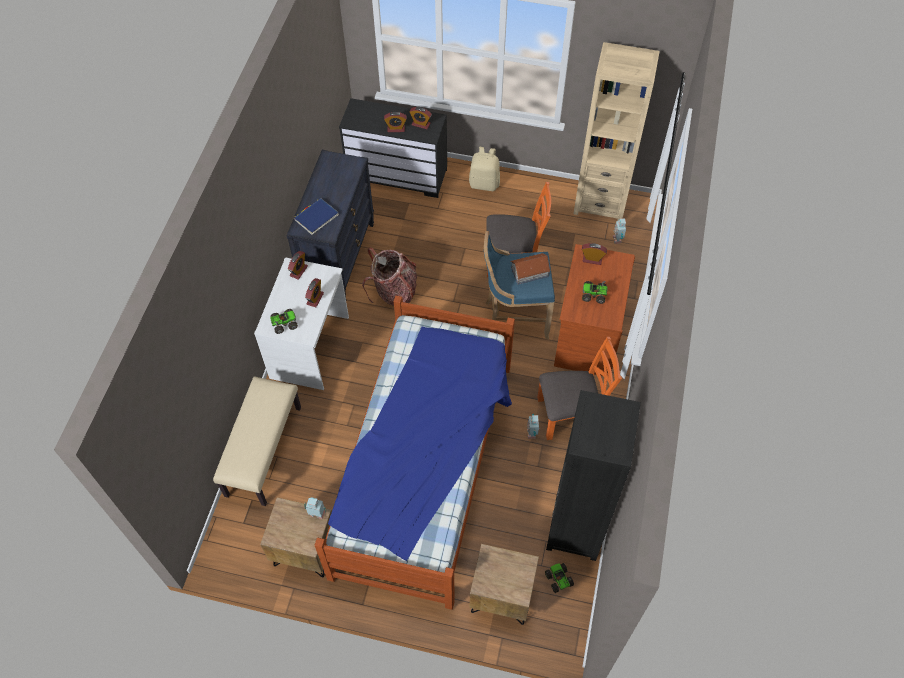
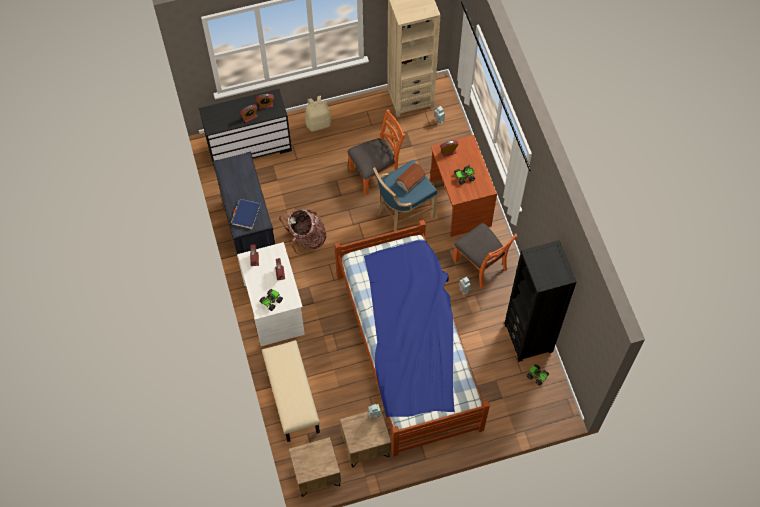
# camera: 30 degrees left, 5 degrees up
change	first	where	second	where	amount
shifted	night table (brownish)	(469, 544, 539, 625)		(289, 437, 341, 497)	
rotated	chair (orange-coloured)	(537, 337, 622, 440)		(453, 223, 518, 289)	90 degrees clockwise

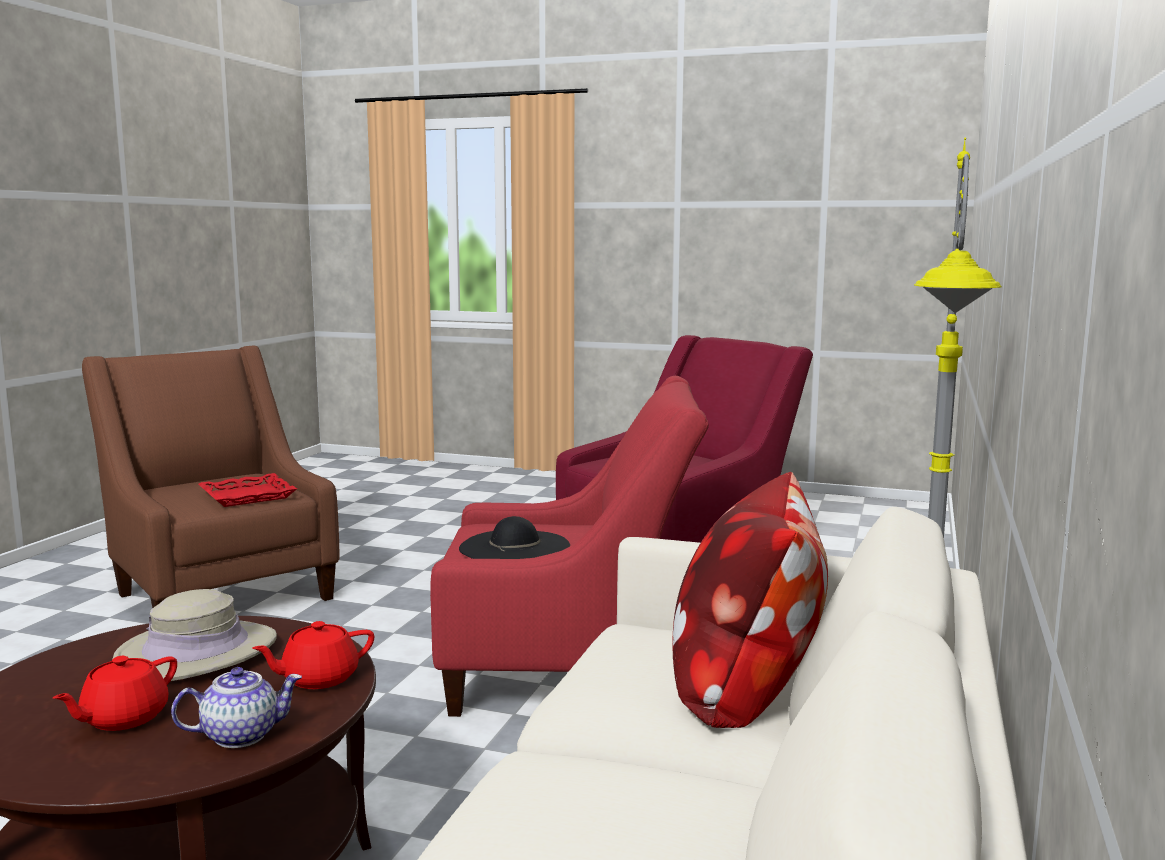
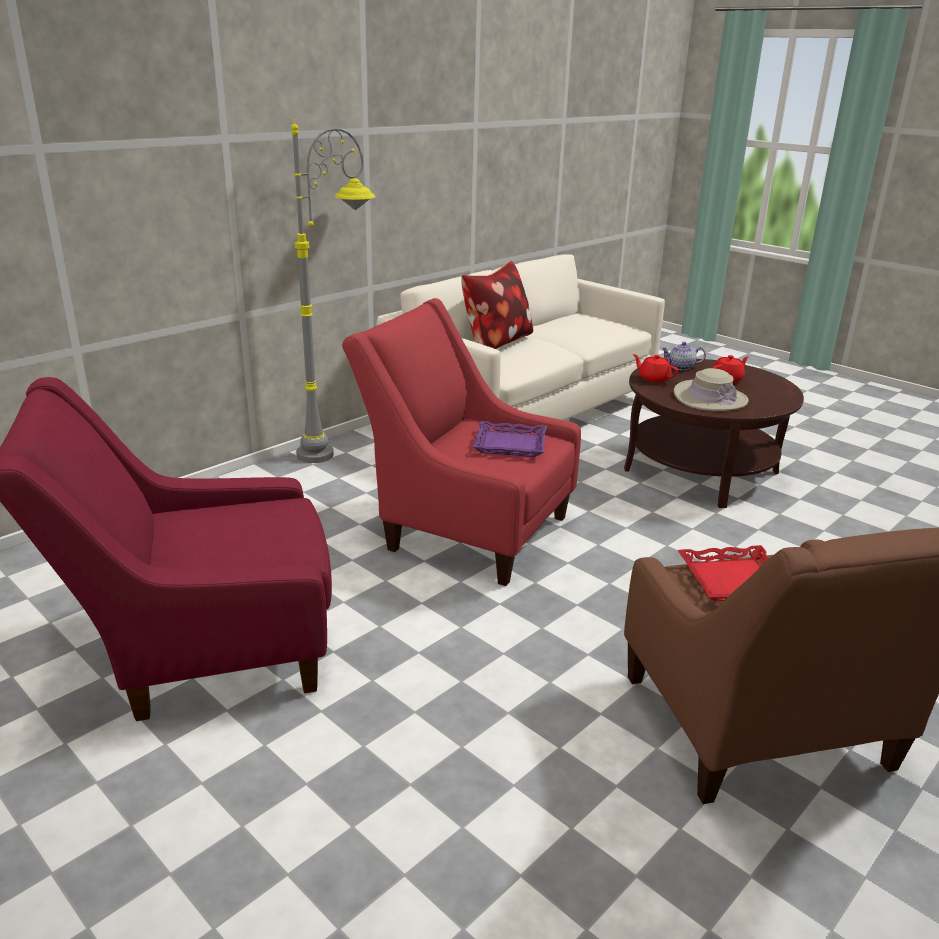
# camera: 155 degrees left, 15 degrees up
change	first	where	second	where	amount
swapped	wearable hat (blackish)	(459, 516, 570, 559)	tray (purple)	(472, 421, 547, 457)	
rotated	tea pot (red)	(252, 621, 375, 689)		(633, 354, 678, 383)	135 degrees counterclockwise

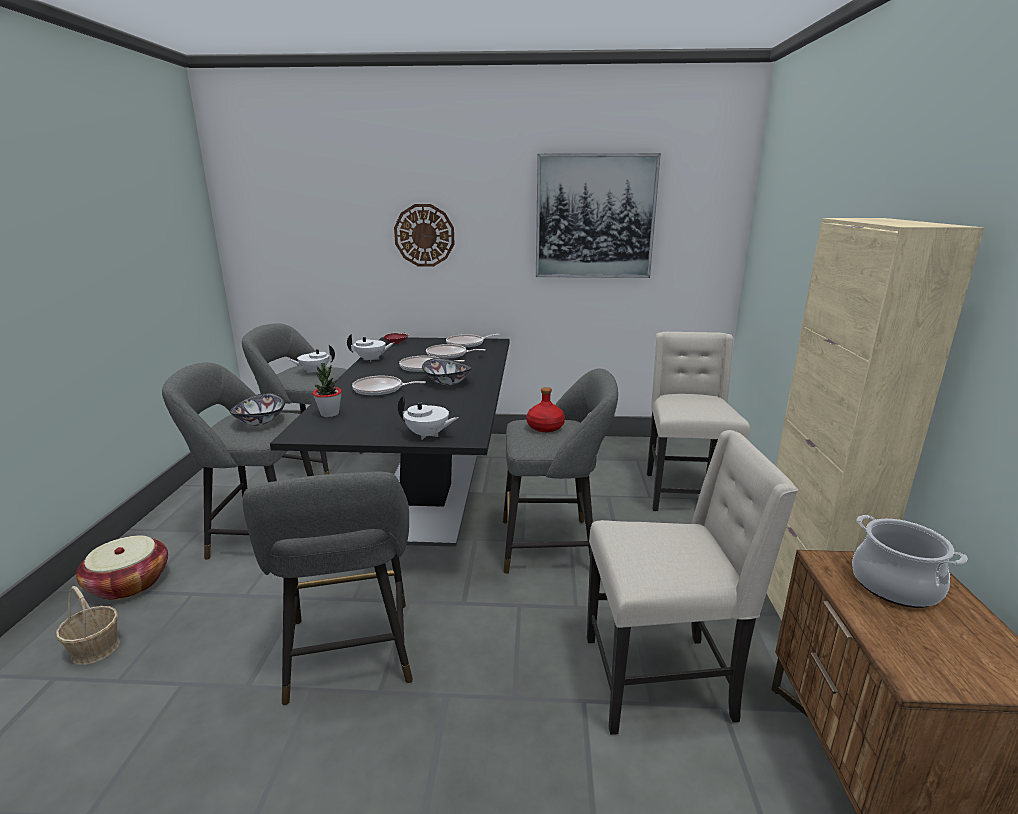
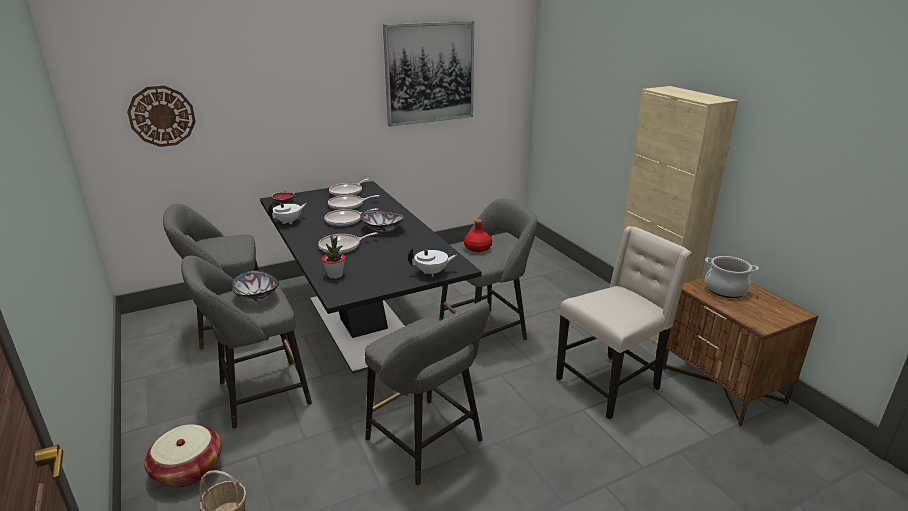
# camera: 30 degrees left, 5 degrees up
change	first	where	second	where	amount
shifted	clock on the wall	(394, 204, 454, 267)		(127, 86, 196, 147)	
gone	tea pot (whitish)	(288, 345, 335, 373)			
gone	chair (beige)	(647, 332, 750, 511)			

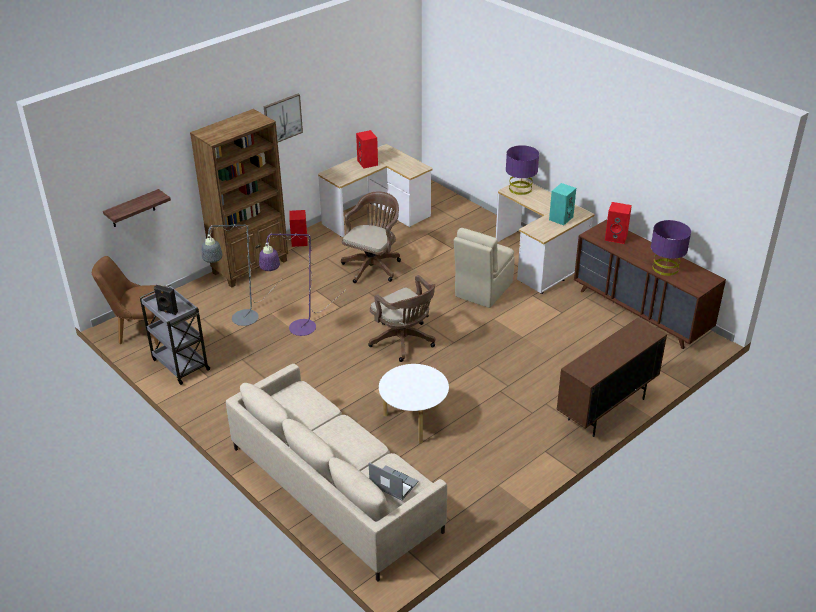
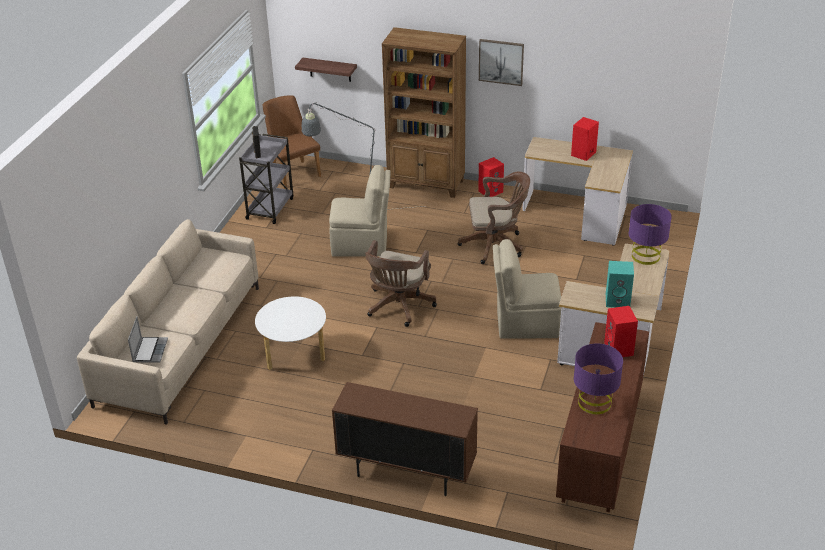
# camera: 60 degrees right, 0 degrees up
change	first	where	second	where	amount
swapped	floor lamp (purple)	(259, 233, 342, 336)	chair (beige)	(329, 165, 391, 257)	

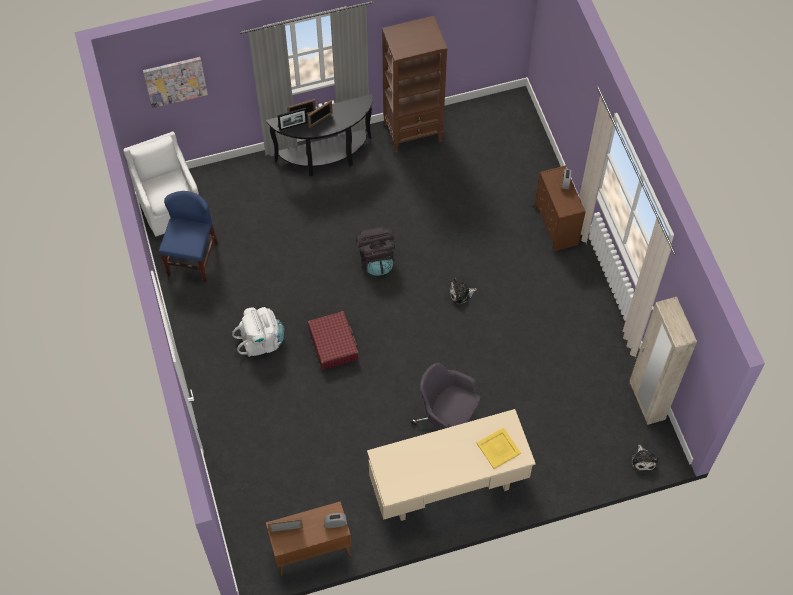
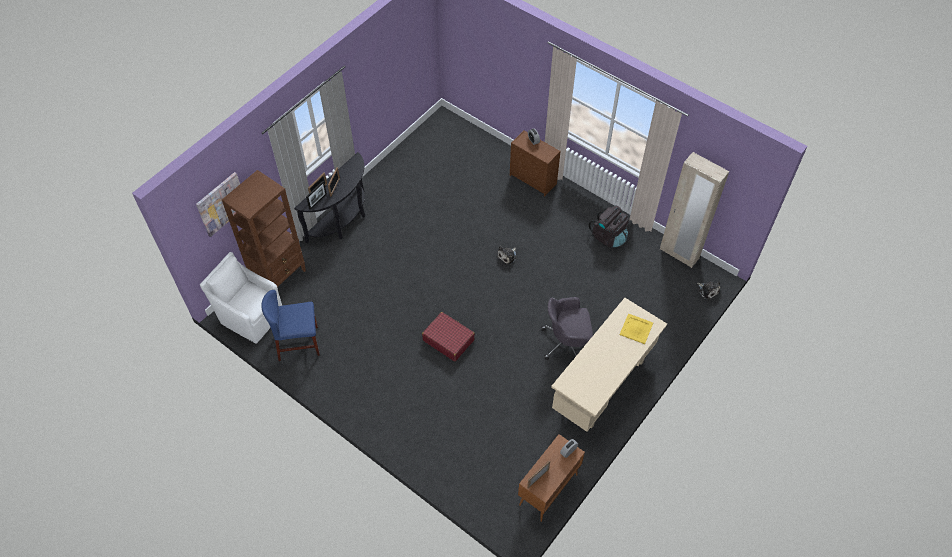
# camera: 35 degrees left, 5 degrees down
change	first	where	second	where	amount
shifted	bookshelf (brownish)	(382, 16, 447, 154)		(222, 170, 306, 287)	
rotated	chair (bluish)	(159, 191, 218, 283)		(261, 290, 320, 361)	75 degrees counterclockwise
shifted	rucksack (blackish)	(356, 227, 395, 276)		(589, 205, 629, 248)	
gone	rucksack (whitish)	(232, 307, 285, 357)			

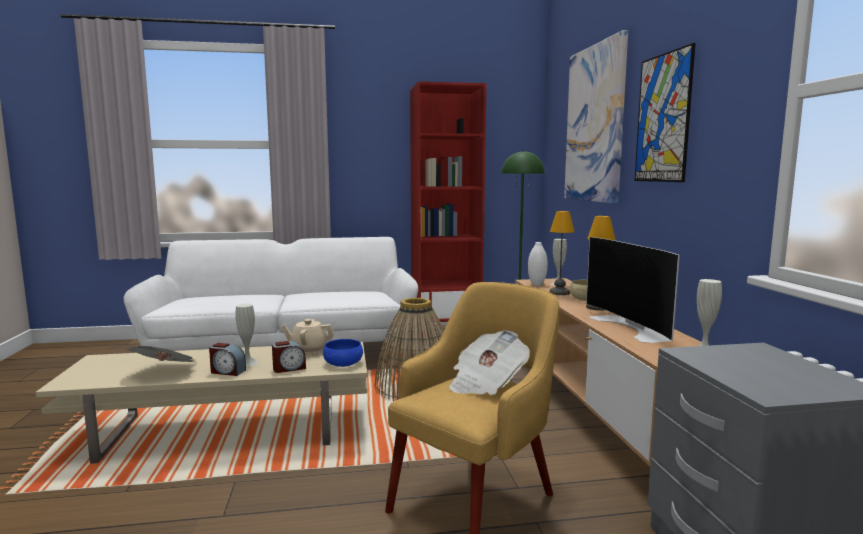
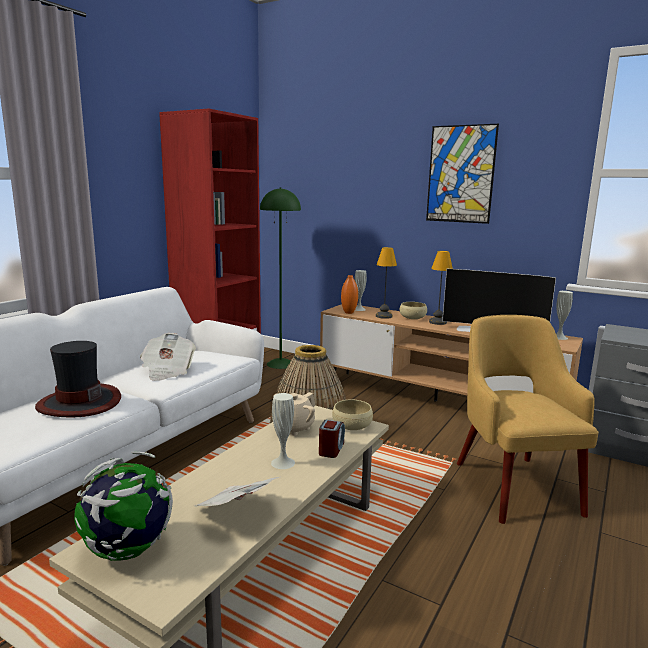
# camera: 50 degrees left, 5 degrees up
change	first	where	second	where	amount
new			wearable hat	(35, 341, 121, 418)	
new			globe	(74, 452, 173, 561)	
shifted	newspaper	(449, 330, 530, 395)		(140, 333, 196, 381)	
repainted	deep dish (bluish)	(323, 339, 363, 367)	deep dish (beige)	(332, 399, 373, 430)	
repainted	vase (whitish)	(528, 242, 548, 286)	vase (orange-coloured)	(341, 275, 358, 314)	
gone	alarm clock	(209, 343, 246, 376)			
gone	wall picture	(564, 30, 628, 204)			

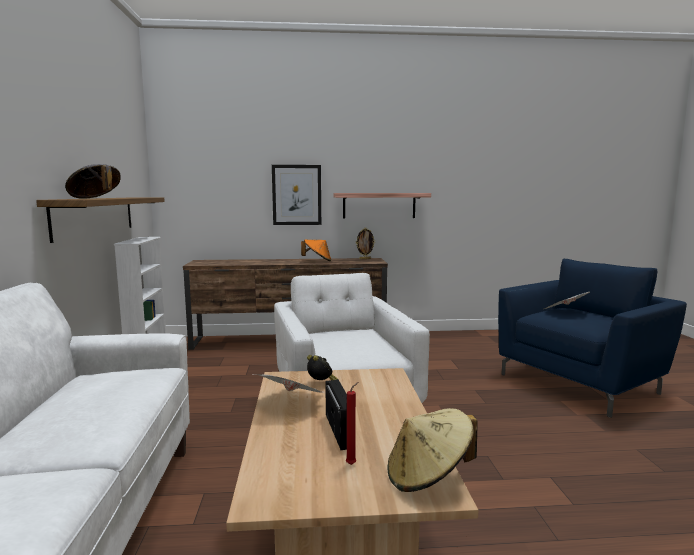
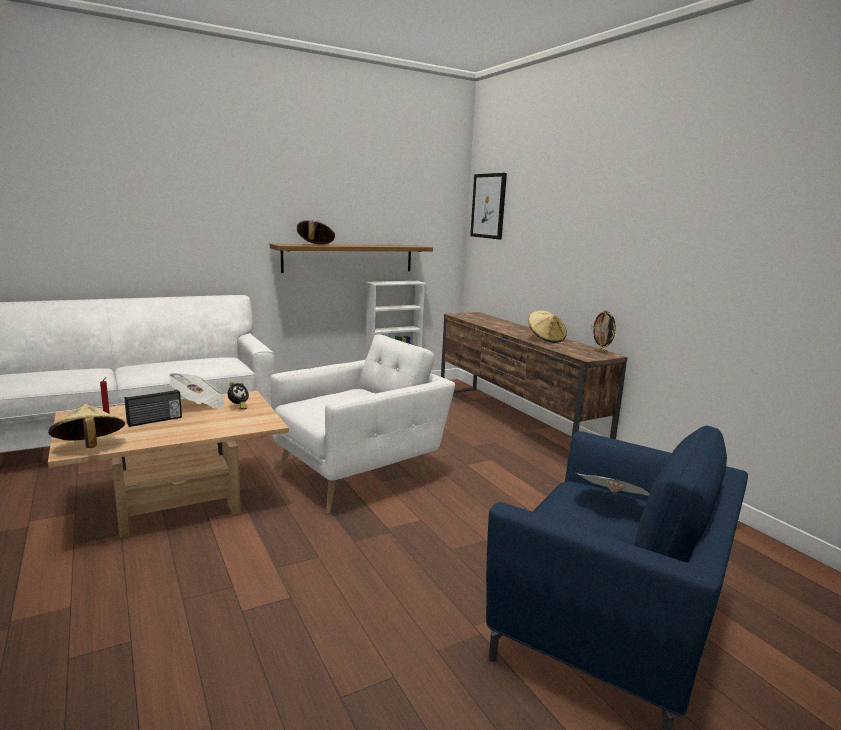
# camera: 65 degrees right, 5 degrees up
change	first	where	second	where	amount
shifted	wall picture	(272, 165, 321, 225)		(470, 173, 507, 240)	
repainted	wearable hat (orange-coloured)	(301, 239, 331, 261)	wearable hat (beige)	(528, 311, 567, 343)	
gone	wall shelf	(334, 193, 431, 218)			

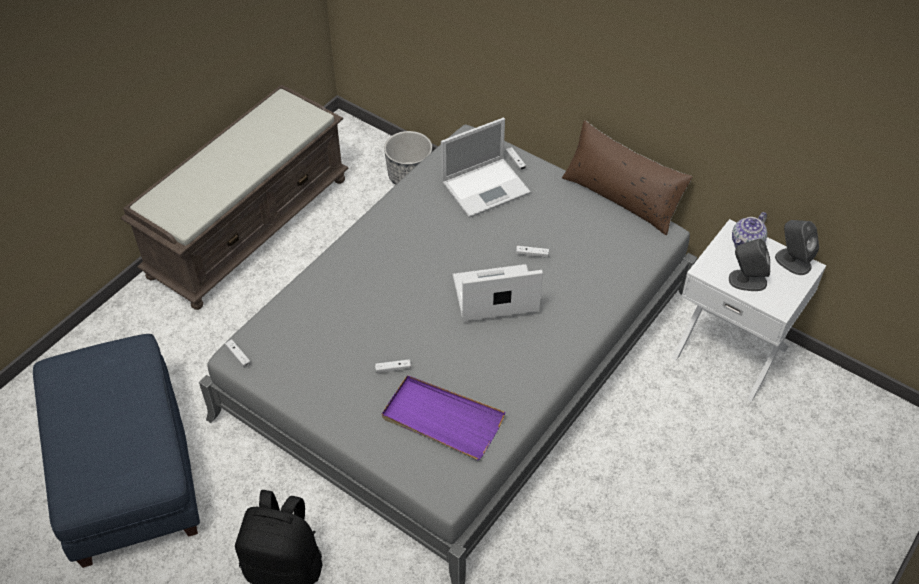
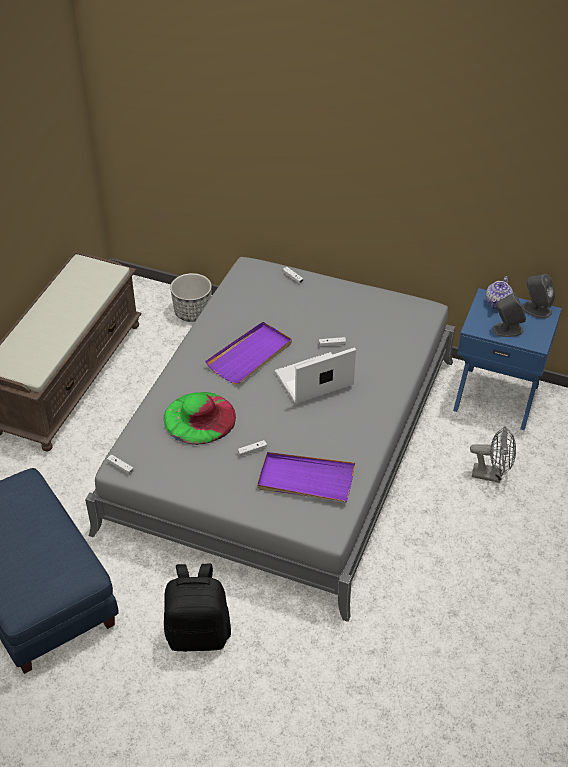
# camera: 15 degrees left, 5 degrees down
change	first	where	second	where	amount
new			wearable hat (green)	(164, 392, 236, 445)	
new			tray (purple)	(206, 322, 292, 384)	
repainted	night table (whitish)	(672, 219, 826, 402)	night table (bluish)	(453, 288, 562, 430)	
new			fan (greyish)	(470, 427, 516, 483)	
gone	notebook computer	(441, 118, 531, 218)			
gone	throw pillow (brownish)	(562, 120, 693, 236)			

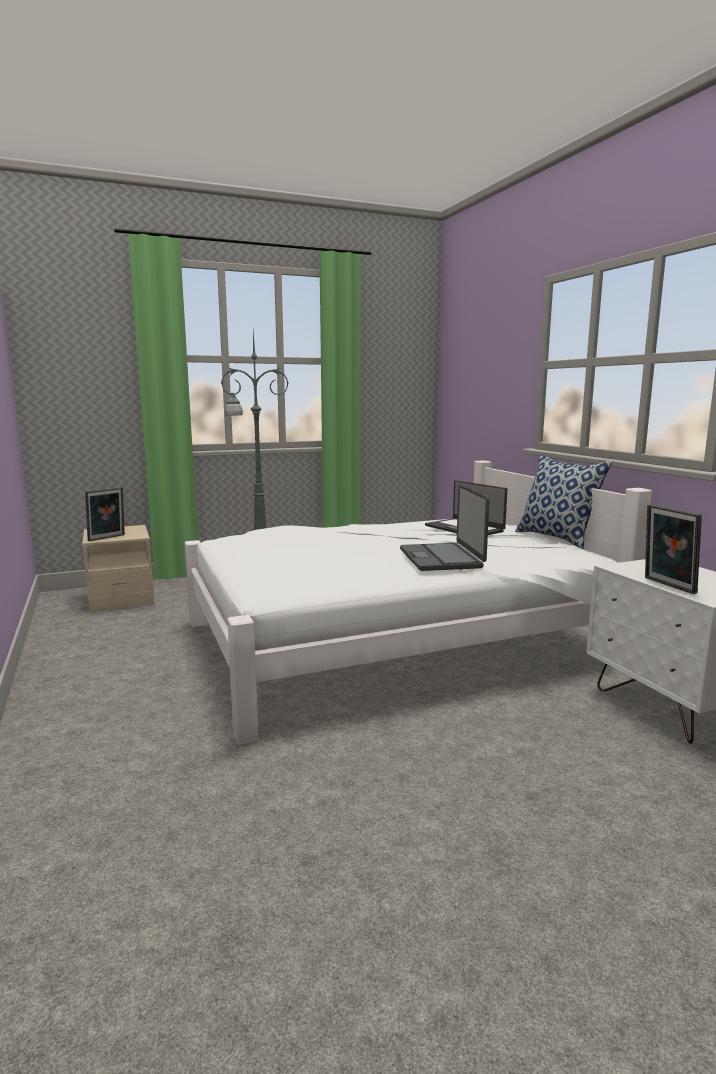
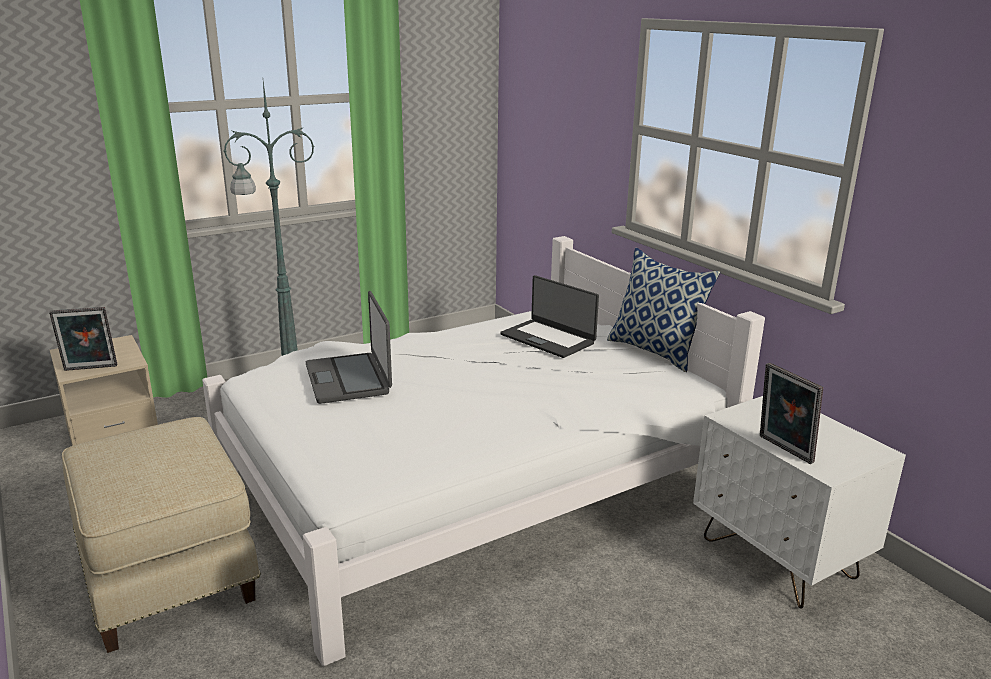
# camera: 10 degrees left, 10 degrees up
change	first	where	second	where	amount
rotated	standing frame	(85, 487, 125, 541)		(49, 307, 117, 371)	45 degrees clockwise
new			pouffe (beige)	(62, 417, 261, 653)	
shifted	notebook computer	(400, 484, 489, 571)		(306, 291, 392, 404)	

